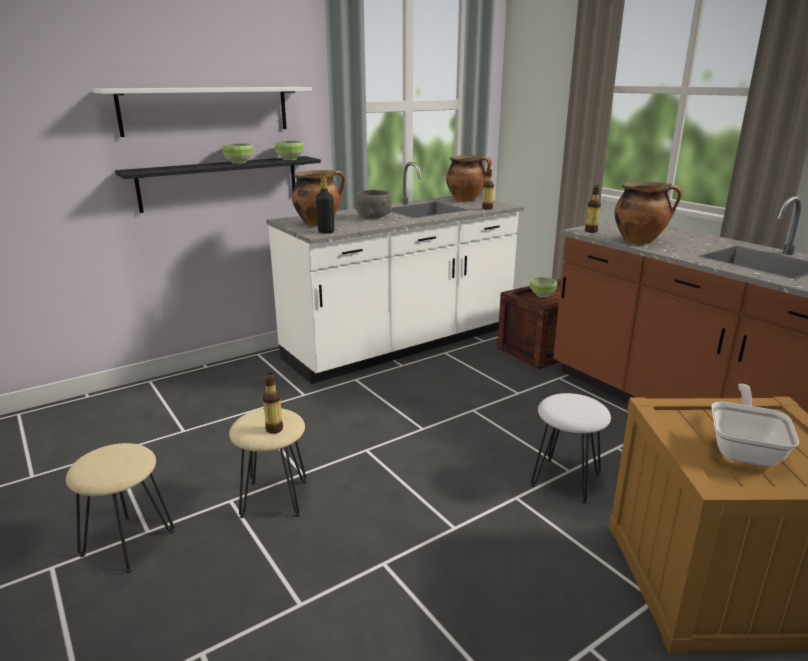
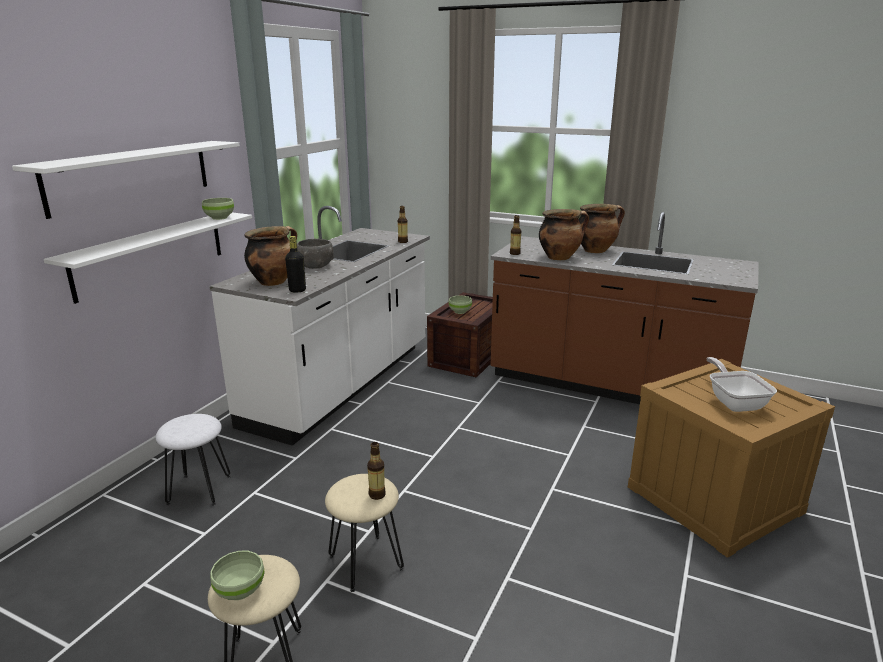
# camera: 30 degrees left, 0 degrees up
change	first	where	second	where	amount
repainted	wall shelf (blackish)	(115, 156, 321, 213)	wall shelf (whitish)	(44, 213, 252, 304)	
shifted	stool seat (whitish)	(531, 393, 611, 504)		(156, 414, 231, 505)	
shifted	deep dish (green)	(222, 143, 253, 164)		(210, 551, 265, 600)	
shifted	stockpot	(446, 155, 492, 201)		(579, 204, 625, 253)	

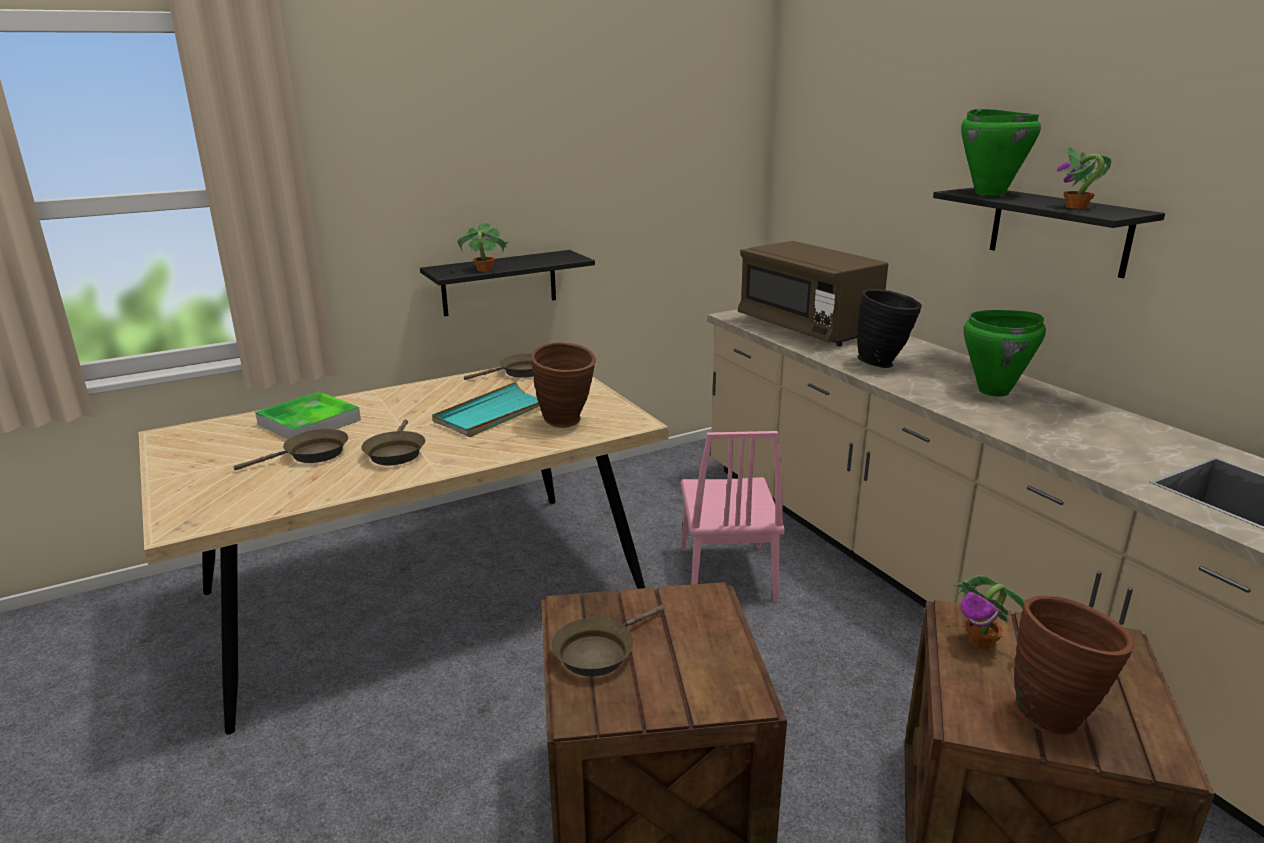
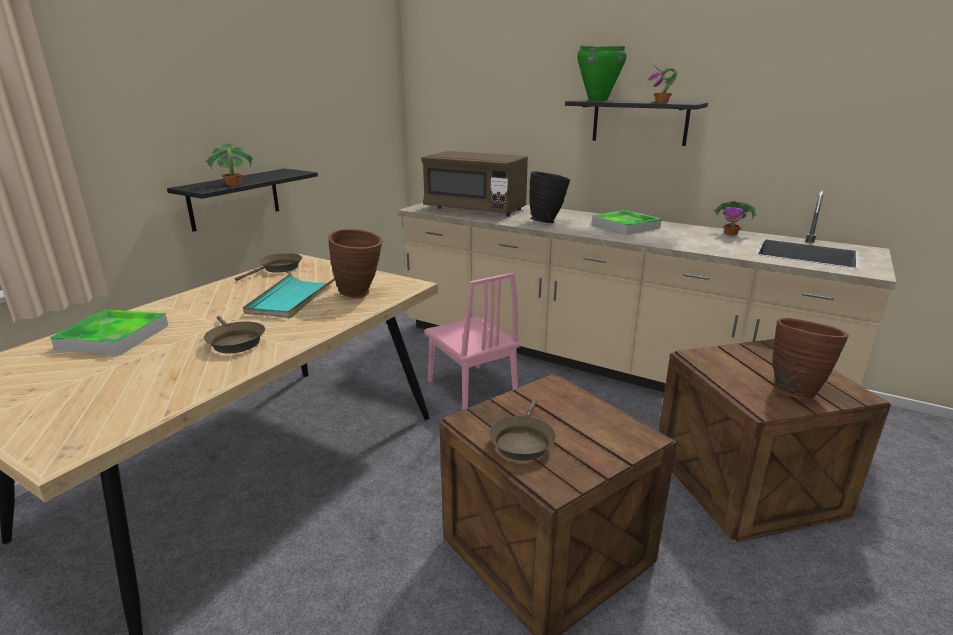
# camera: 30 degrees left, 0 degrees up
change	first	where	second	where	amount
swapped	stockpot (green)	(963, 310, 1046, 397)	tray	(592, 210, 662, 235)	
shifted	potted plant	(953, 575, 1025, 650)		(713, 201, 757, 235)	
gone	frying pan (brownish)	(233, 429, 348, 470)			

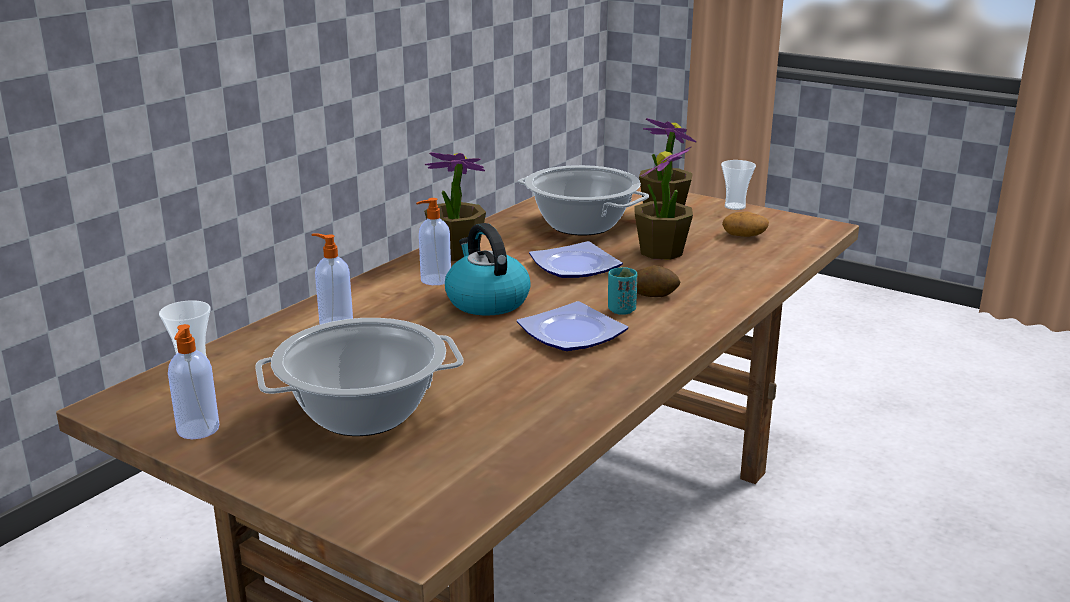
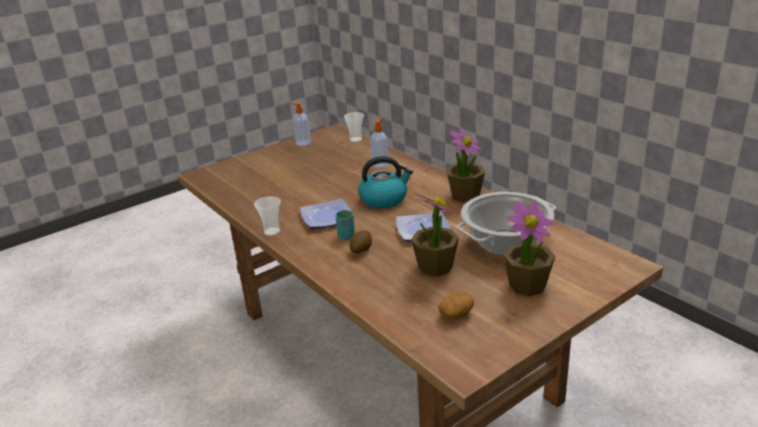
# camera: 110 degrees right, 5 degrees up
change	first	where	second	where	amount
shifted	small cup	(721, 160, 756, 210)		(254, 196, 281, 236)	
gone	stockpot	(255, 318, 464, 436)			
gone	soap bottle	(416, 198, 451, 285)			

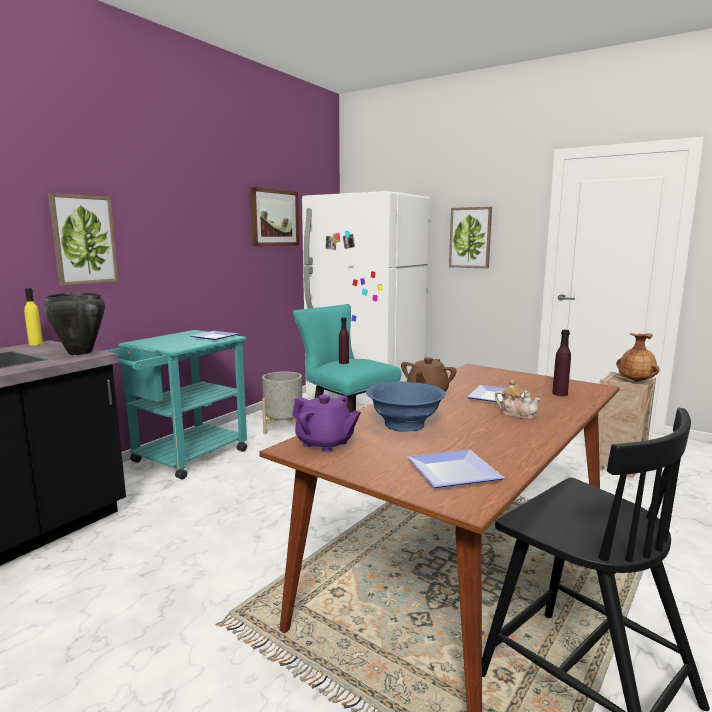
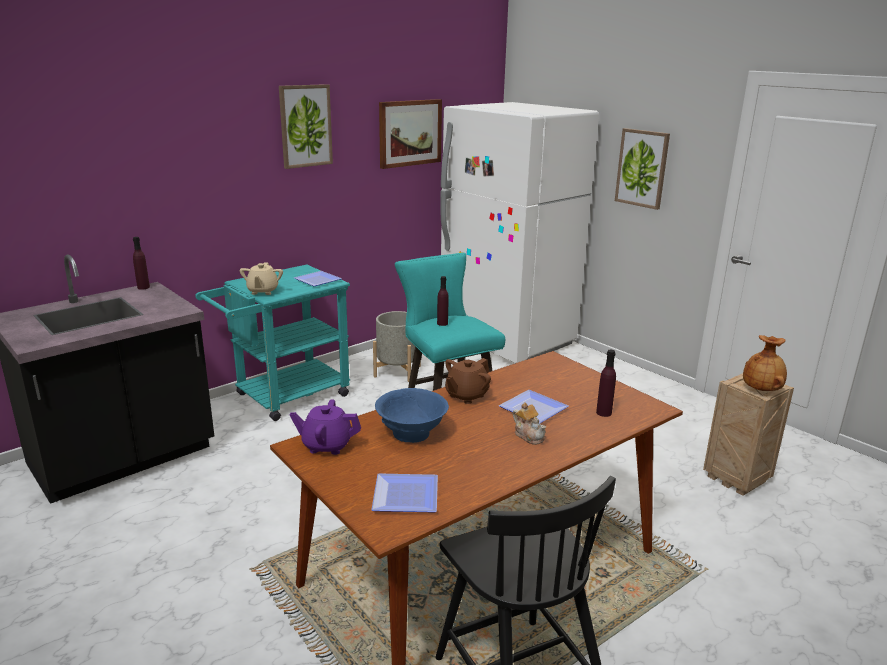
# camera: 15 degrees right, 10 degrees up
change	first	where	second	where	amount
repainted	drink bottle (yellow)	(24, 288, 43, 345)	drink bottle (purple)	(133, 237, 150, 290)	
new			tea pot (beige)	(240, 263, 283, 295)	
shifted	wall picture	(48, 193, 119, 286)		(279, 84, 333, 169)	
rotated	tea pot (purple)	(292, 395, 361, 453)		(290, 399, 361, 455)	135 degrees clockwise
gone	stockpot (blackish)	(43, 293, 105, 355)			

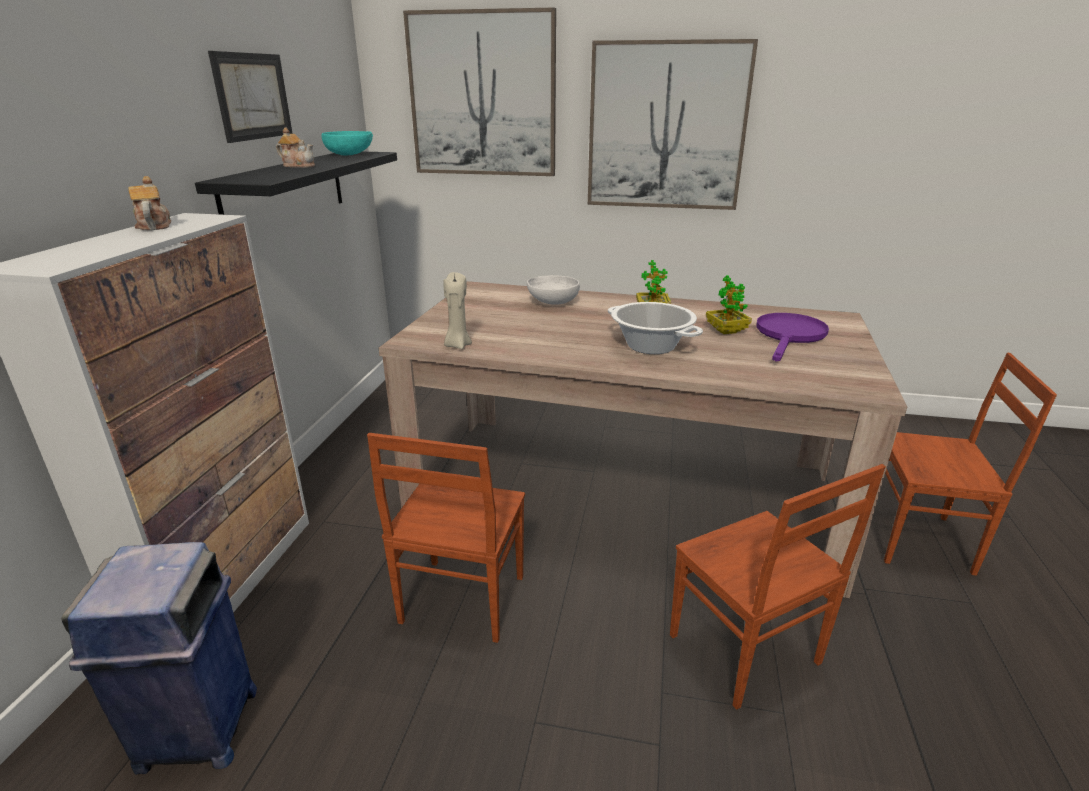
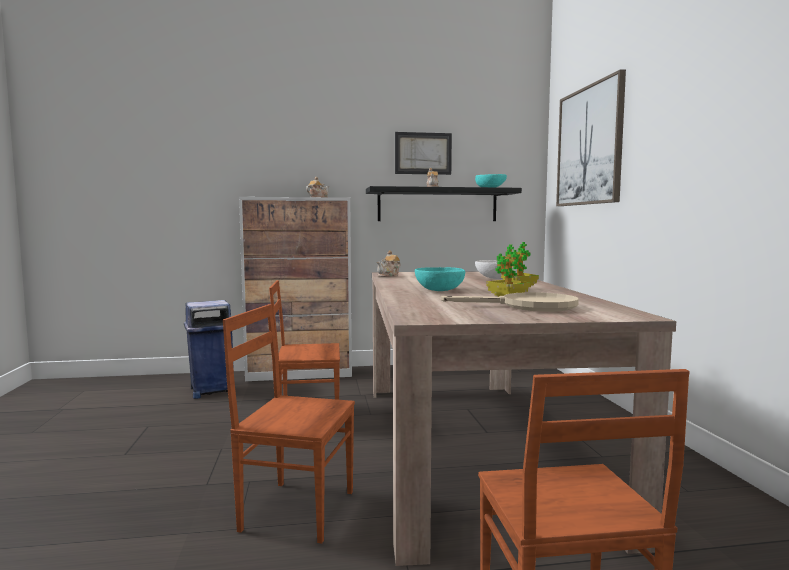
# camera: 70 degrees right, 20 degrees down
change	first	where	second	where	amount
rotated	chair (brownish)	(670, 464, 886, 710)		(223, 304, 355, 544)	60 degrees clockwise
swapped	candle (beige)	(443, 272, 472, 349)	tea pot	(376, 250, 401, 277)	
swapped	stockpot	(608, 302, 703, 354)	deep dish (blue-green)	(415, 267, 465, 291)	
repainted	frying pan (purple)	(756, 313, 829, 361)	frying pan (beige)	(441, 292, 579, 312)	
gone	wall picture	(588, 39, 758, 210)			

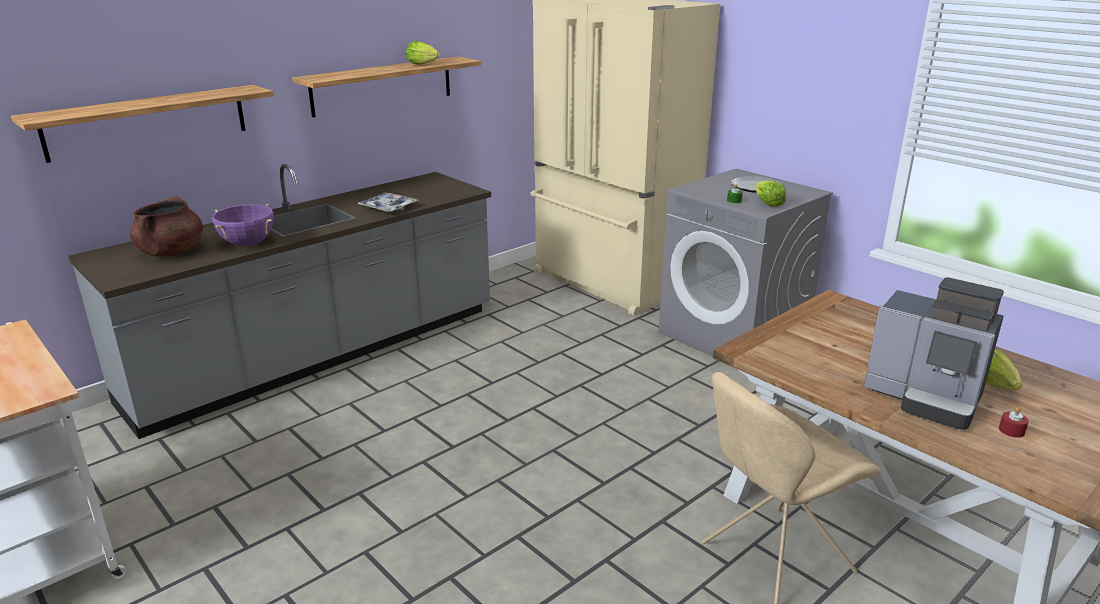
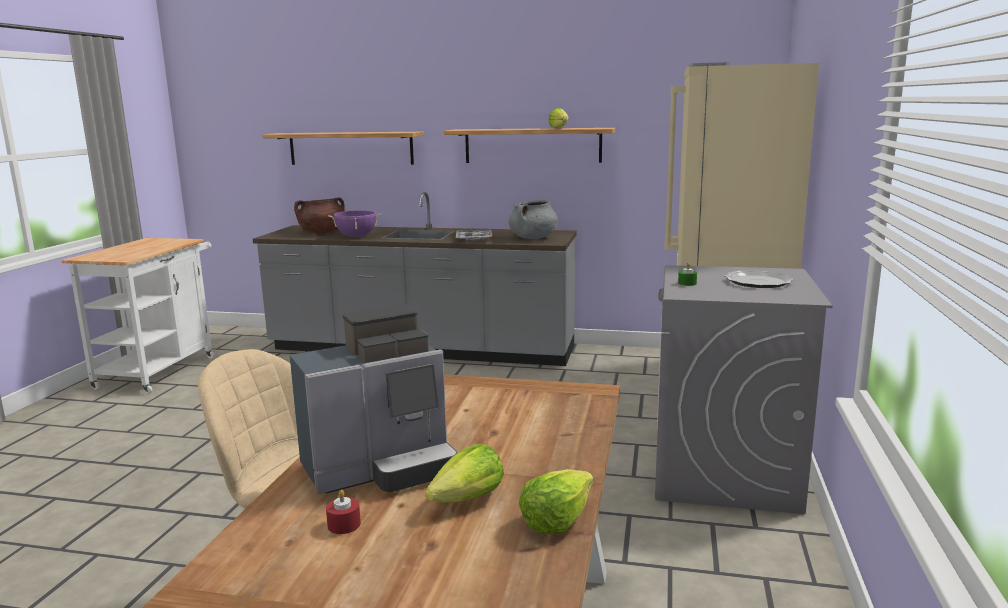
# camera: 55 degrees right, 10 degrees down
change	first	where	second	where	amount
rotated	coffee brewer	(864, 277, 1004, 430)		(290, 304, 457, 494)	120 degrees counterclockwise
new			stockpot (greyish)	(509, 199, 558, 239)	
shifted	head of lettuce	(756, 180, 786, 207)		(519, 469, 594, 534)	

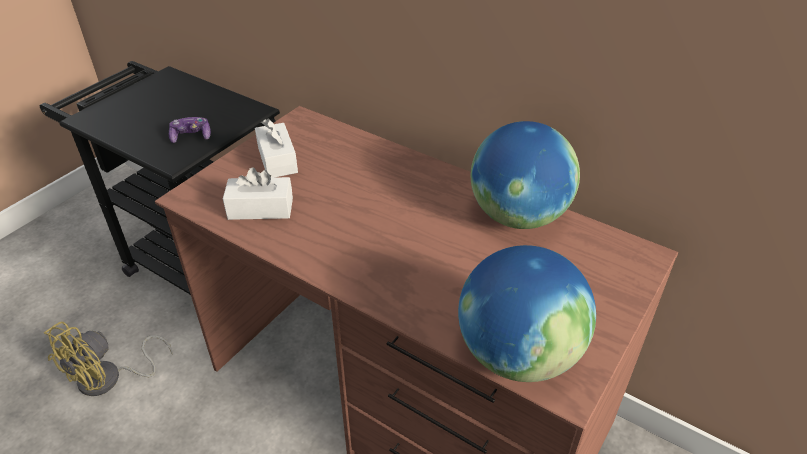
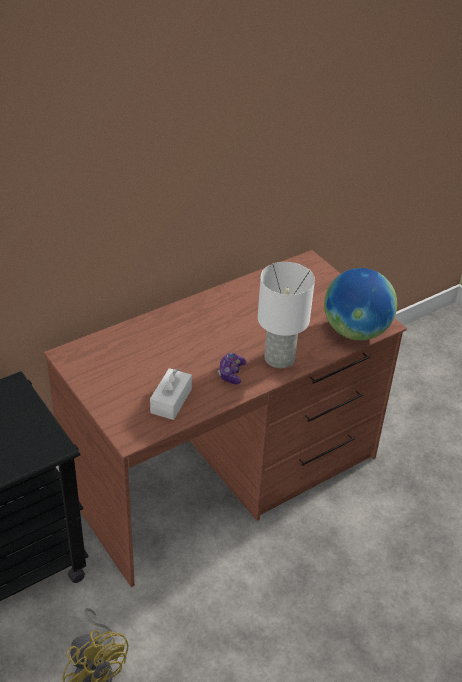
# camera: 70 degrees left, 0 degrees up
change	first	where	second	where	amount
shifted	game controller	(169, 117, 211, 143)		(218, 353, 247, 385)	
new			tabletop lamp (whitish)	(258, 262, 315, 368)	
gone	tissue holder (whitish)	(255, 119, 298, 178)			
gone	globe	(471, 121, 580, 229)			

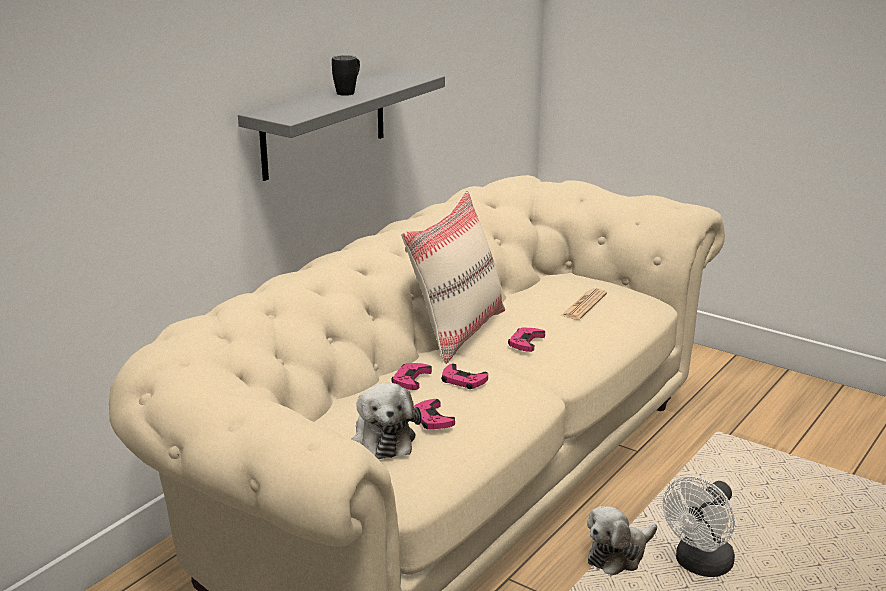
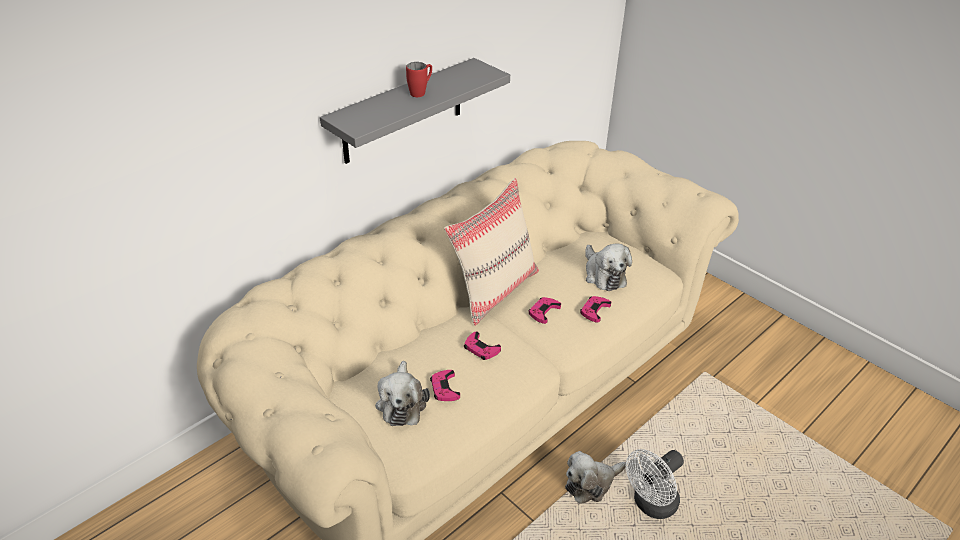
# camera: 10 degrees right, 15 degrees up
change	first	where	second	where	amount
repainted	tea mug (blackish)	(332, 55, 360, 96)	tea mug (red)	(406, 62, 432, 97)	
shifted	game controller (pink)	(391, 363, 432, 390)		(580, 296, 611, 323)	
swapped	newspaper	(561, 288, 607, 320)	soft toy	(585, 243, 632, 291)	

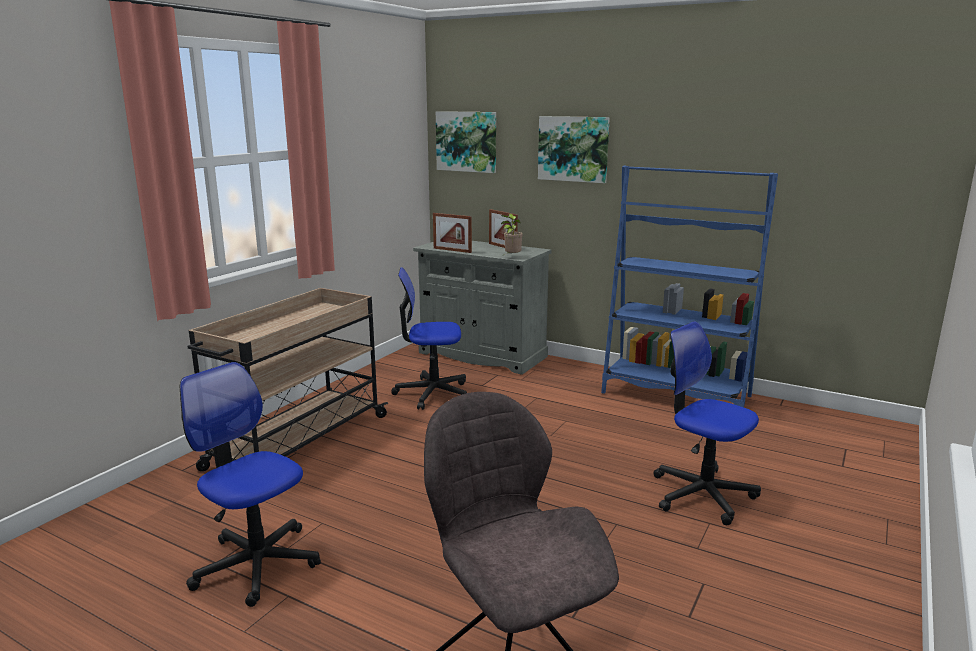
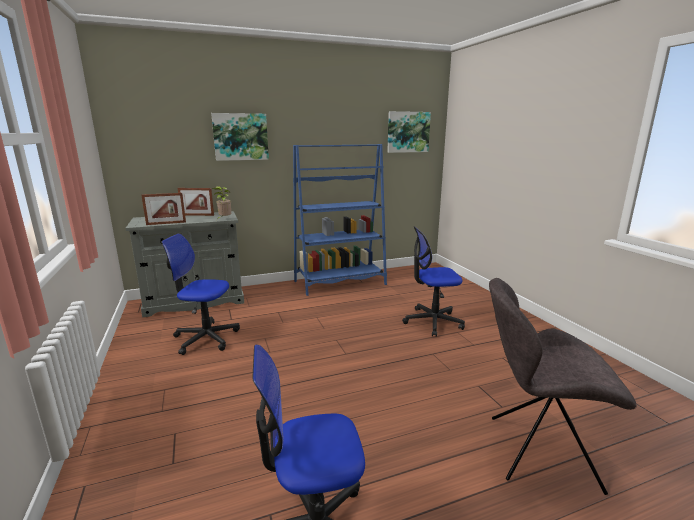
# camera: 50 degrees left, 0 degrees up
change	first	where	second	where	amount
rotated	computer chair	(391, 267, 467, 410)		(162, 234, 240, 355)	60 degrees clockwise
shifted	wall picture	(436, 111, 496, 173)		(387, 111, 431, 153)	
gone	cart (beige)	(187, 288, 388, 471)			

